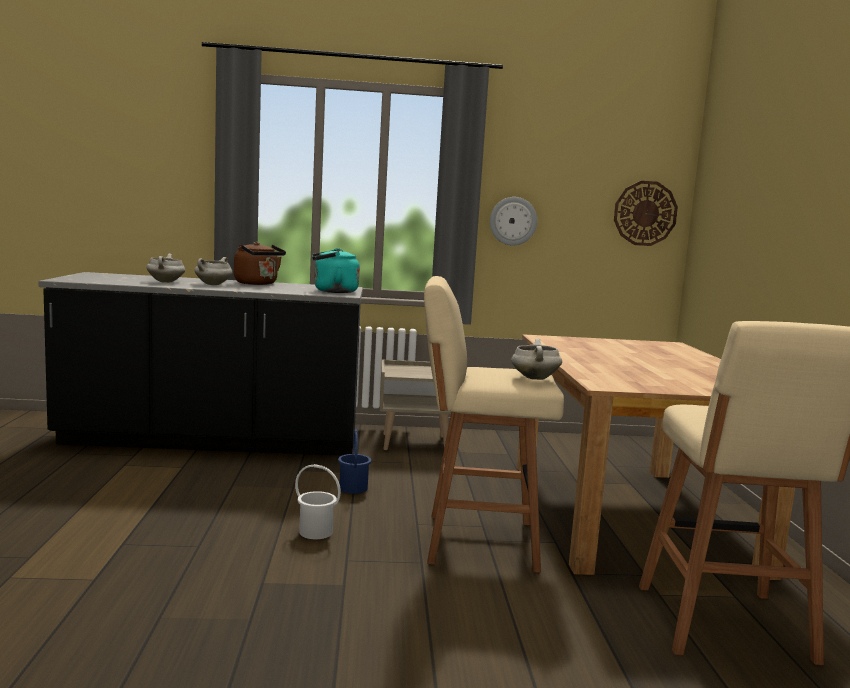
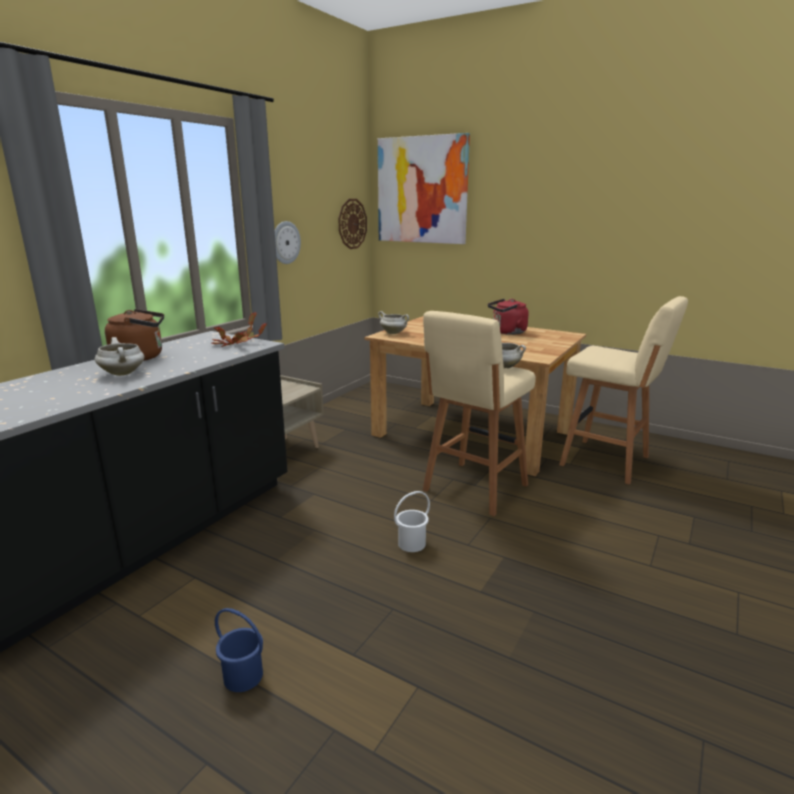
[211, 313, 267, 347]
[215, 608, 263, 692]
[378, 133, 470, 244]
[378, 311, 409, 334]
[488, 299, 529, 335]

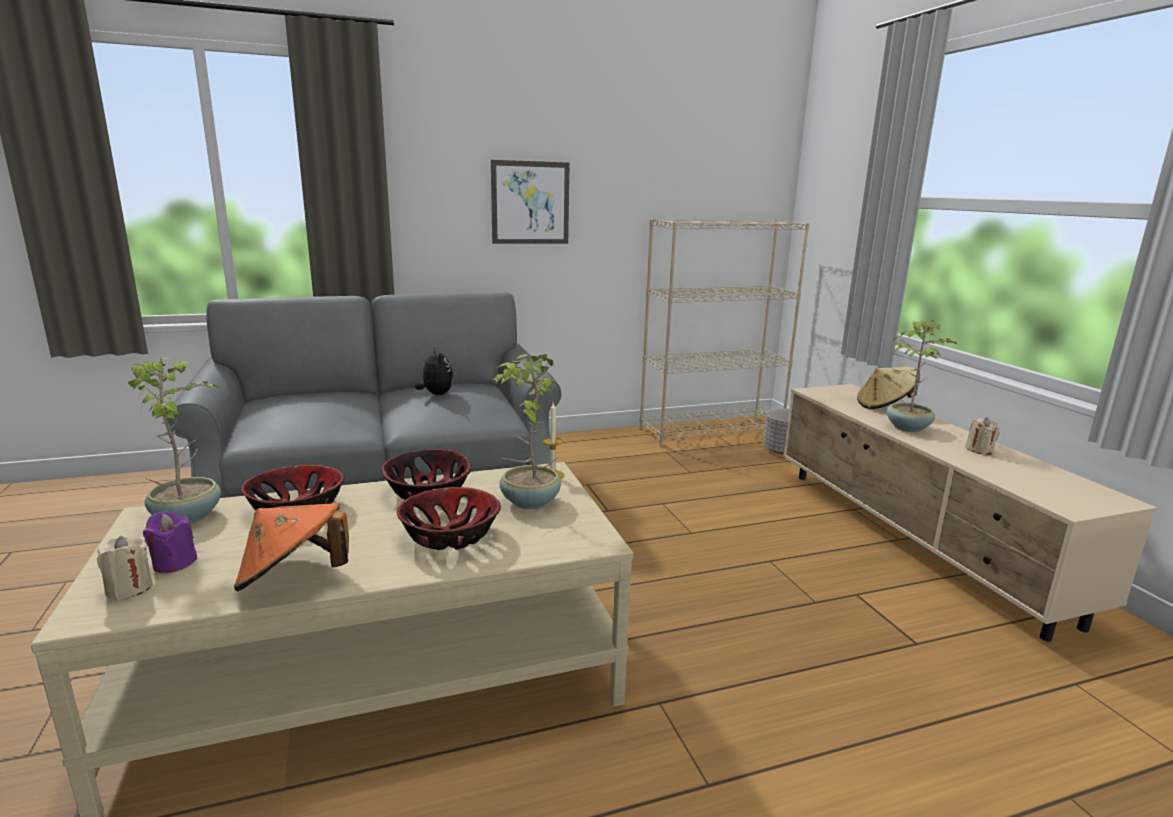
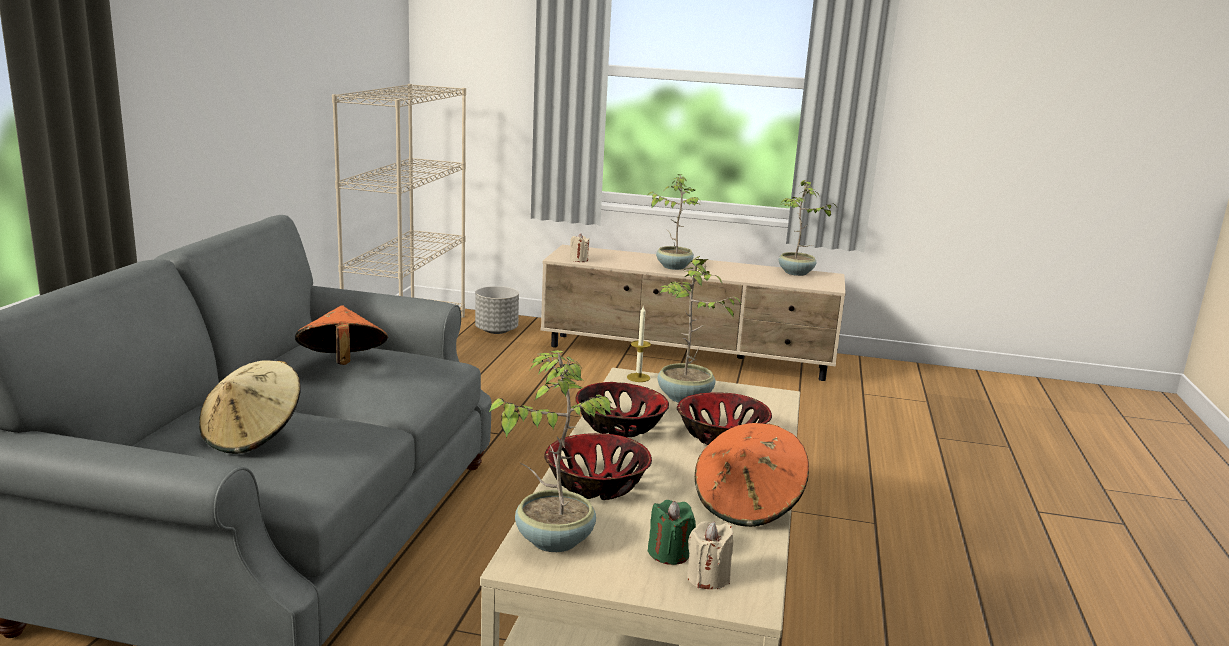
[199, 360, 301, 454]
[295, 306, 388, 365]
[570, 234, 589, 262]
[648, 500, 696, 565]
[779, 180, 837, 276]
[491, 160, 570, 244] (first image)

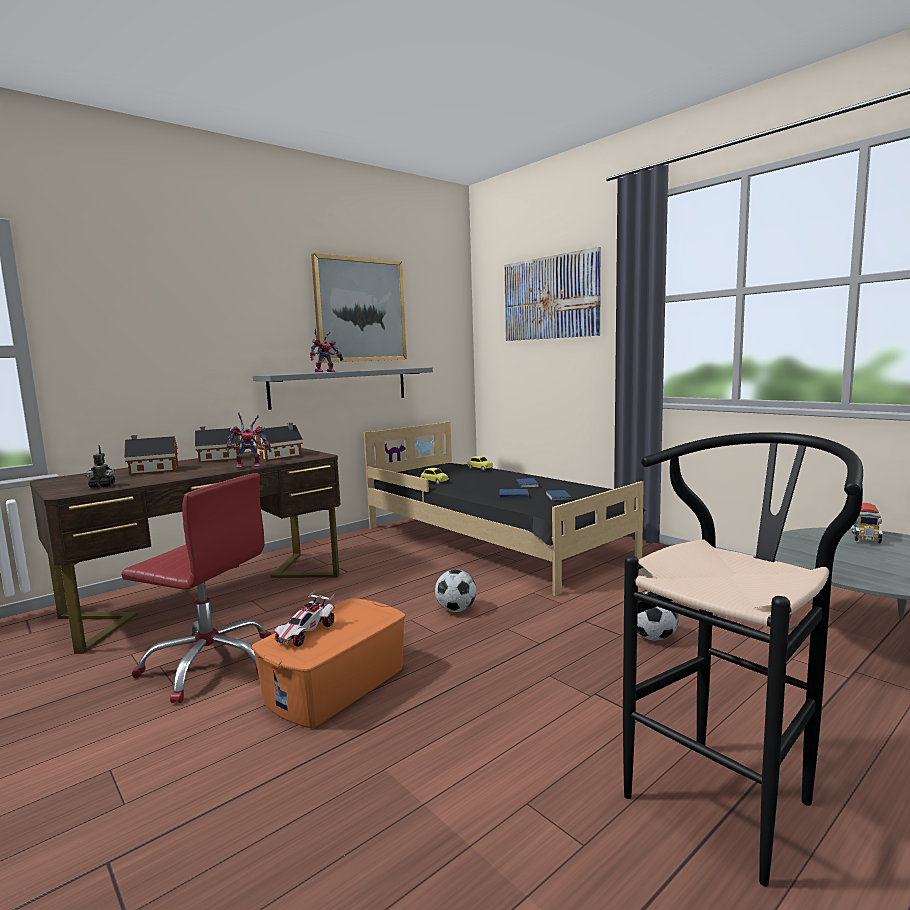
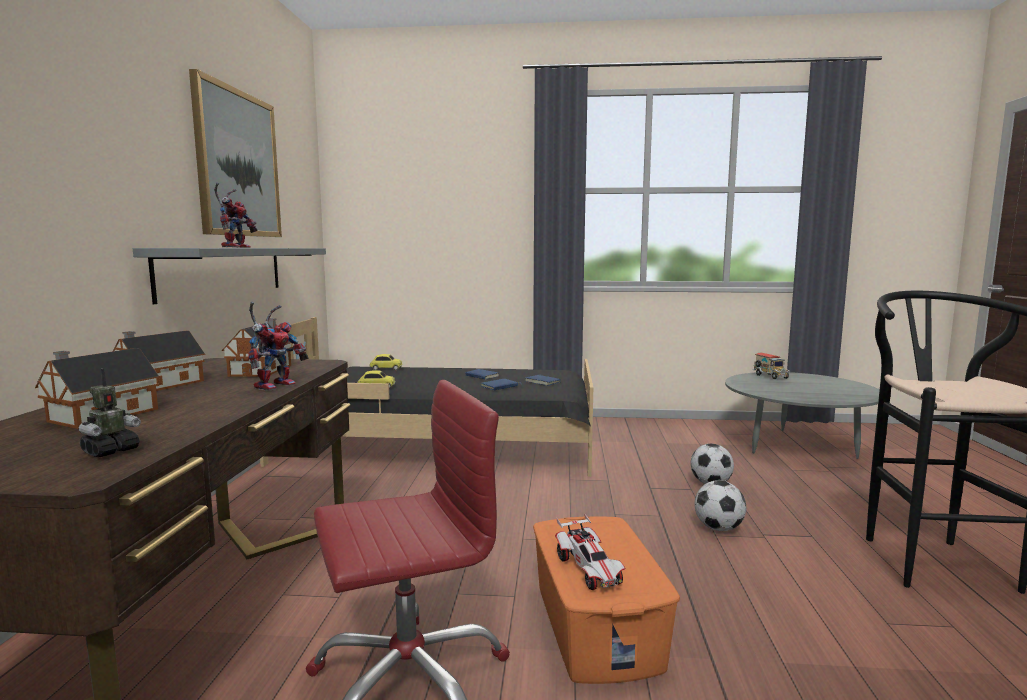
[694, 480, 746, 531]
[504, 247, 601, 341] (first image)

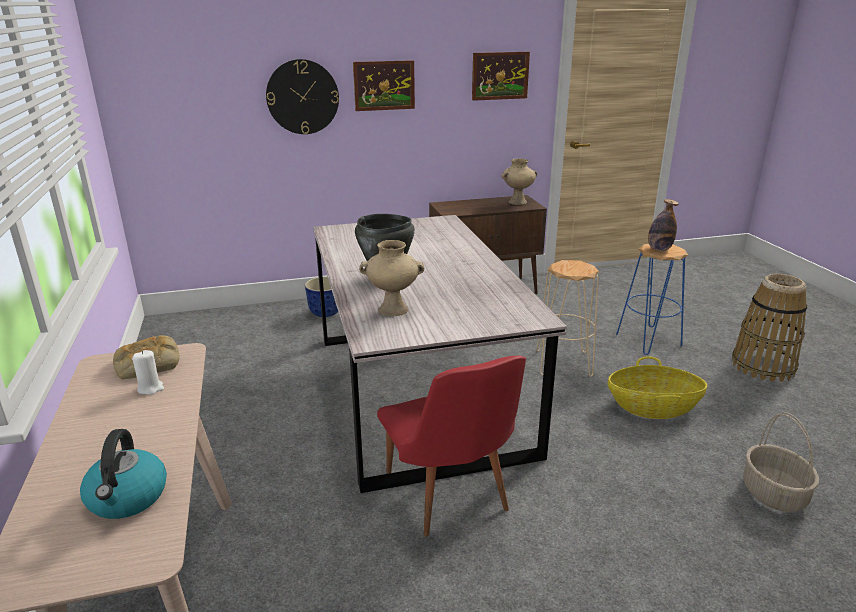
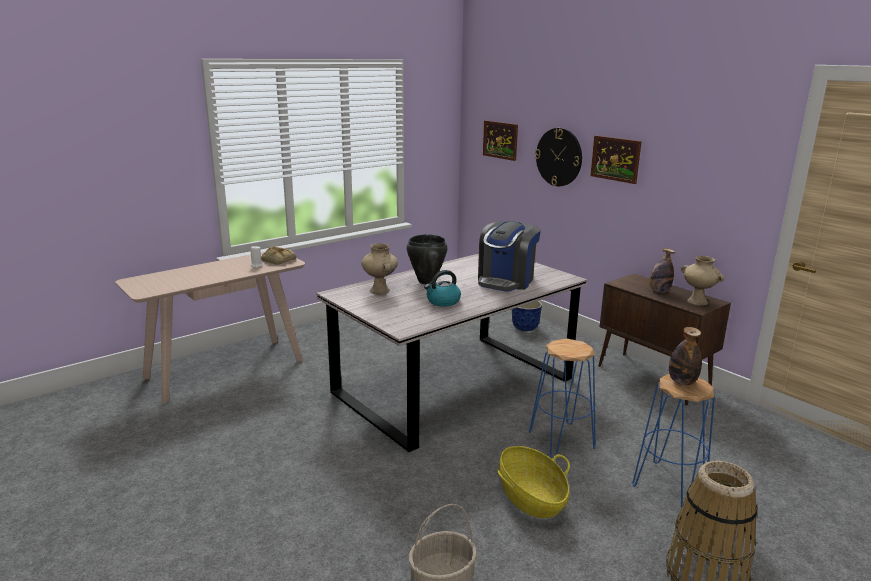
[424, 270, 461, 307]
[478, 221, 541, 292]
[483, 120, 518, 161]
[529, 339, 596, 458]
[649, 248, 675, 293]
[377, 356, 526, 537] (first image)

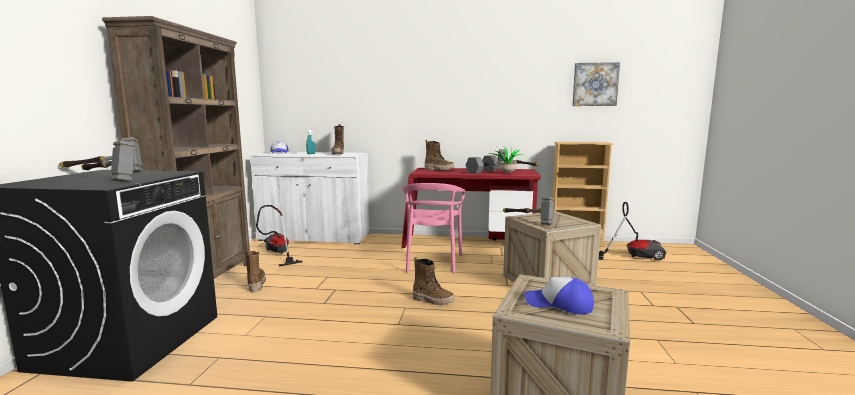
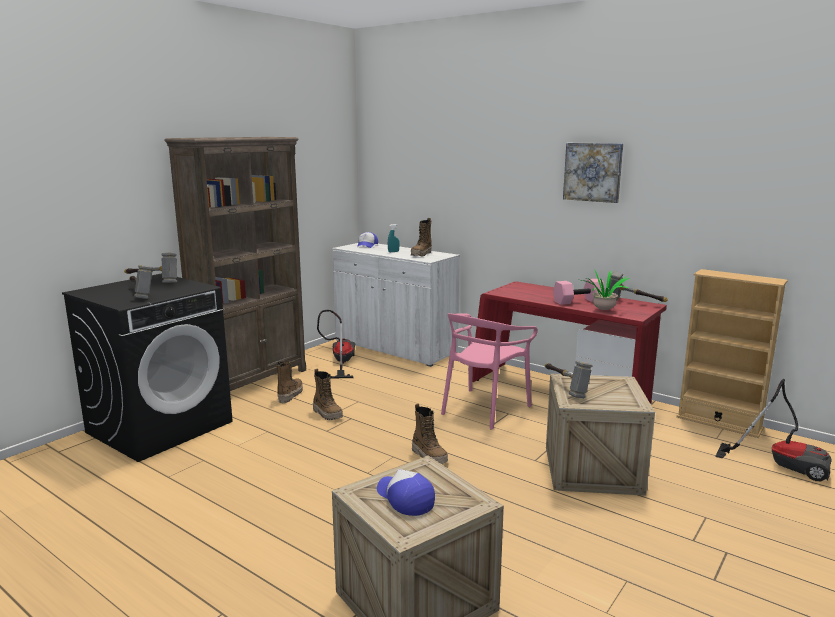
[313, 369, 343, 420]
[553, 279, 605, 305]
[563, 143, 623, 203]

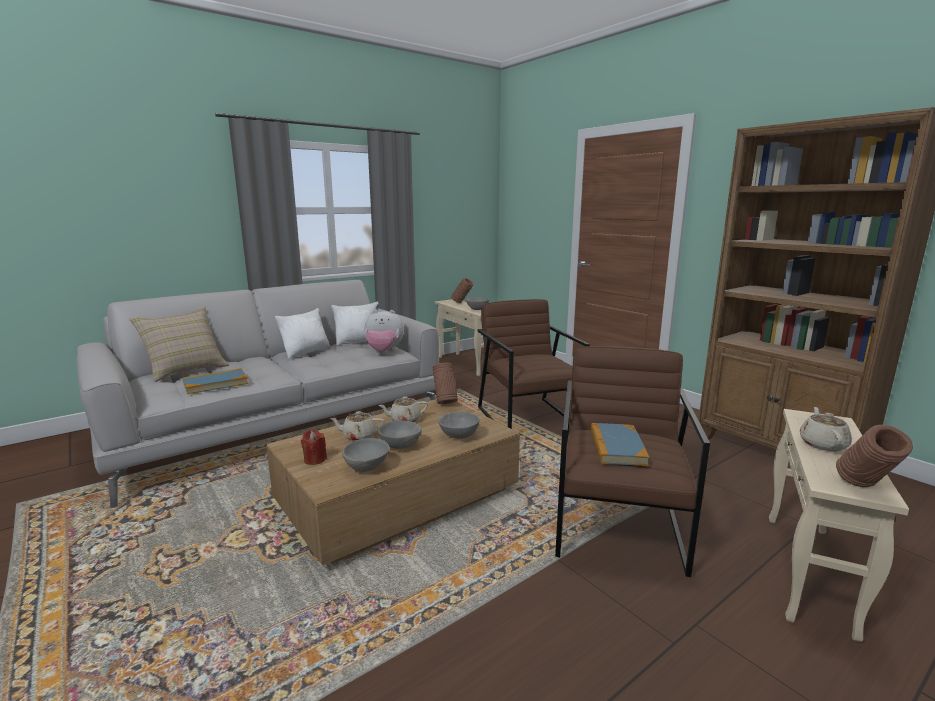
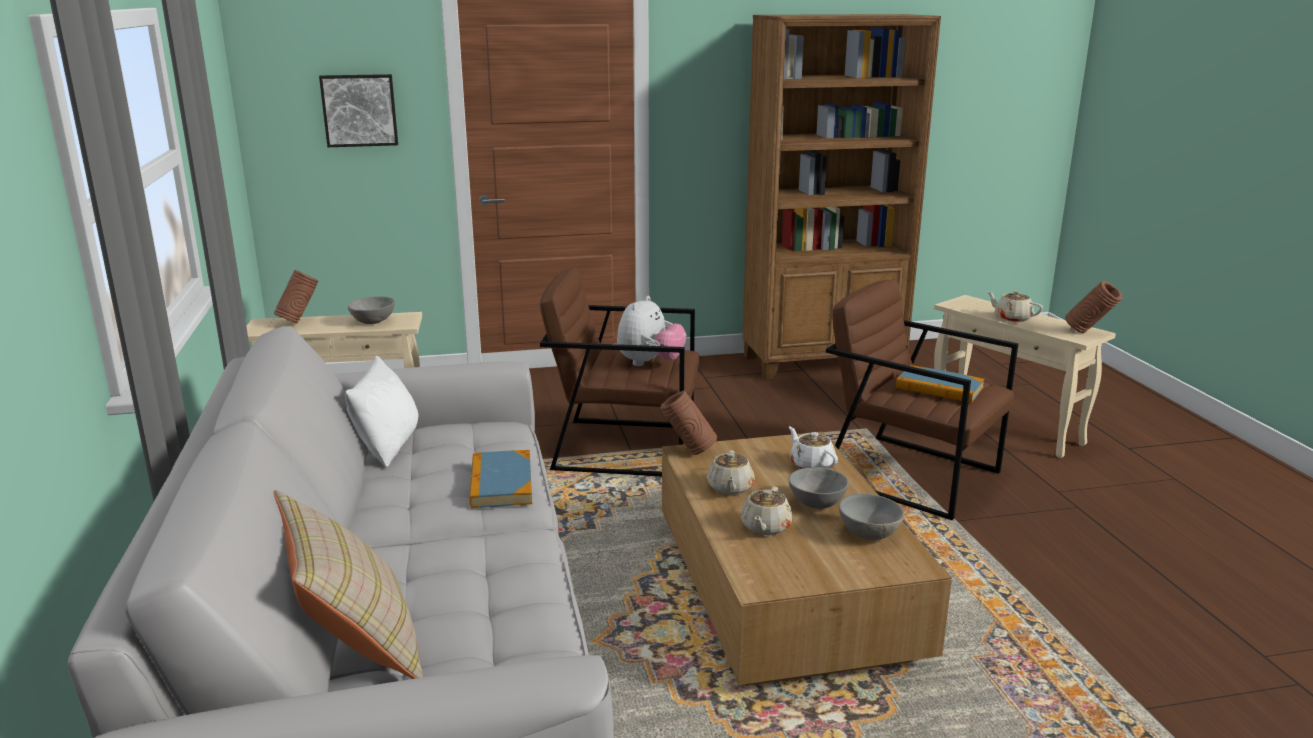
[319, 74, 398, 147]
[469, 450, 532, 508]
[617, 296, 686, 366]
[789, 426, 838, 469]
[275, 308, 331, 359] (first image)
[301, 429, 327, 465] (first image)

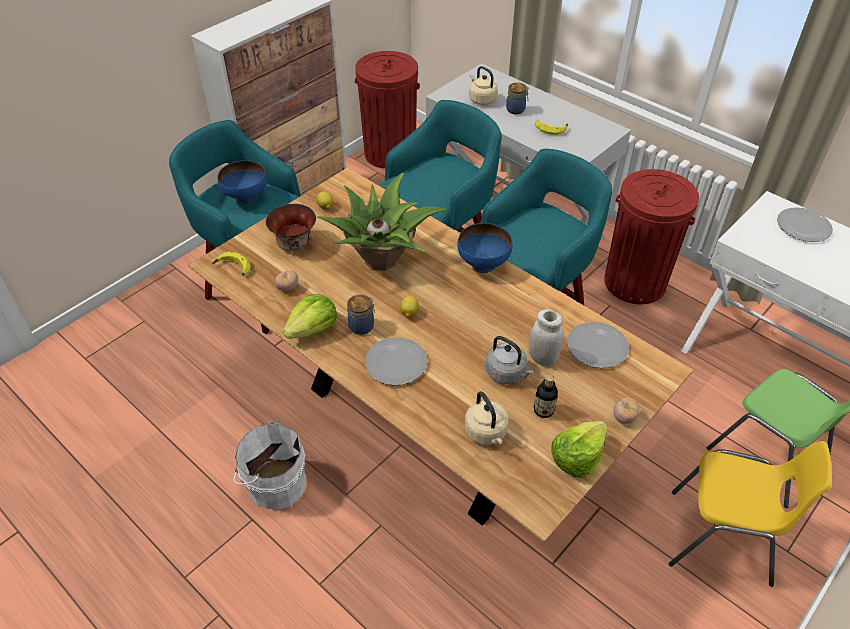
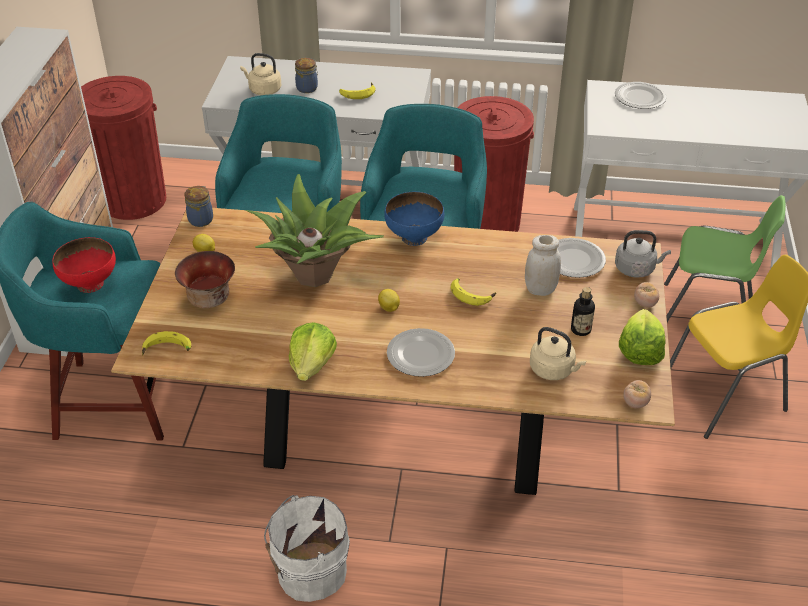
[52, 237, 116, 293]
[185, 186, 213, 227]
[451, 278, 496, 306]
[615, 230, 671, 278]
[623, 380, 651, 409]

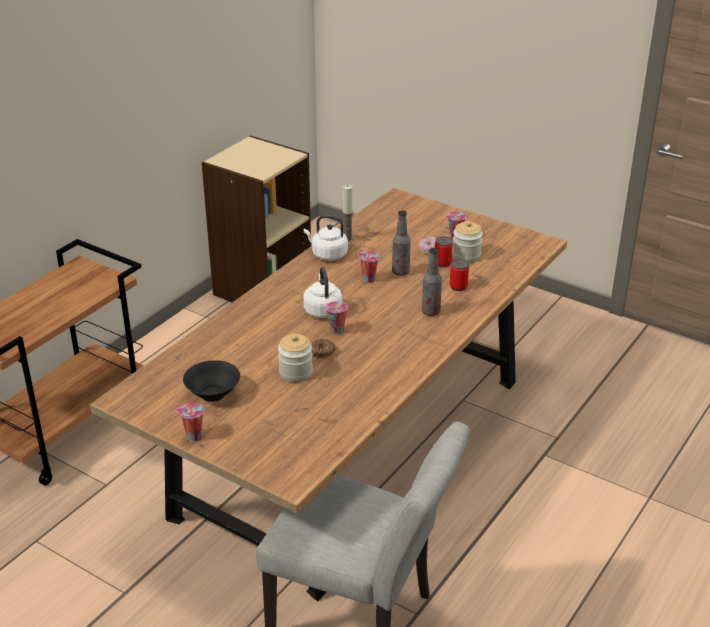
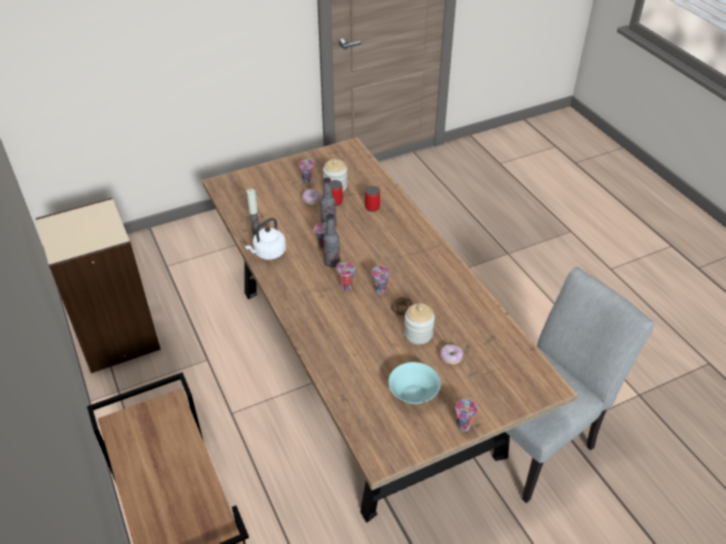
[323, 213, 340, 267]
[337, 263, 355, 291]
[389, 362, 441, 404]
[440, 344, 463, 364]

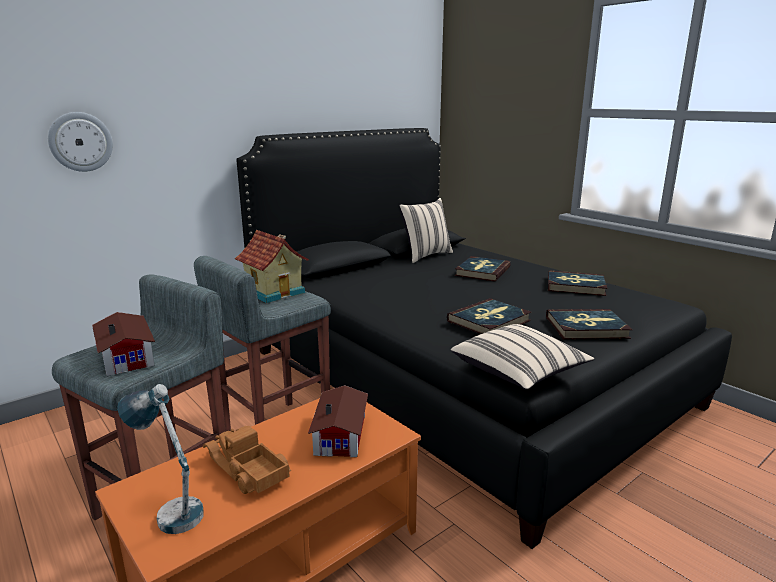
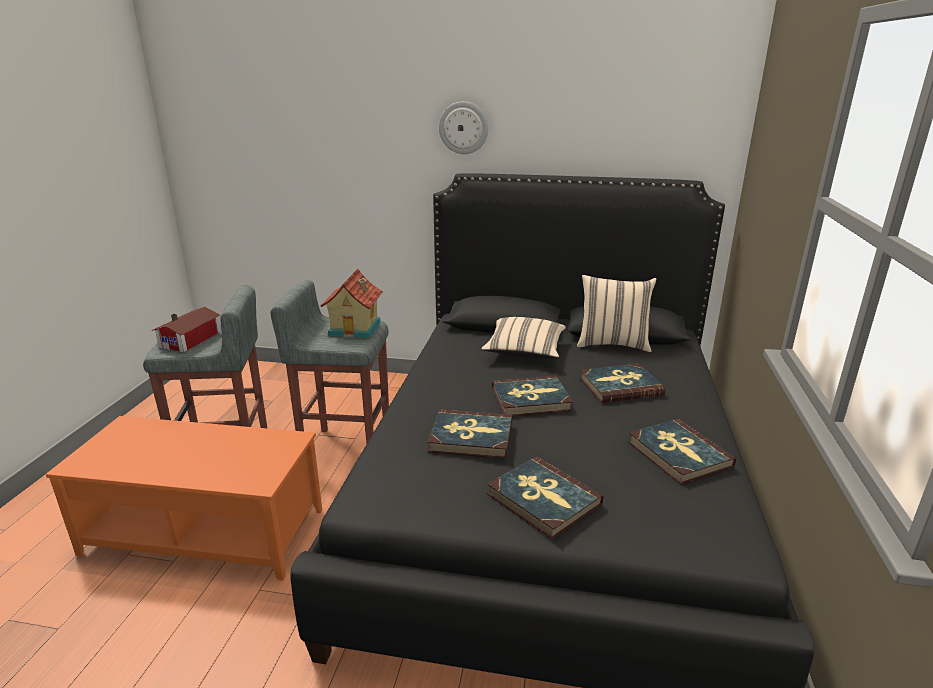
[439, 101, 488, 154]
[481, 317, 566, 358]
[492, 376, 573, 416]
[117, 384, 204, 534] (first image)
[203, 426, 291, 494] (first image)
[308, 385, 368, 457] (first image)

